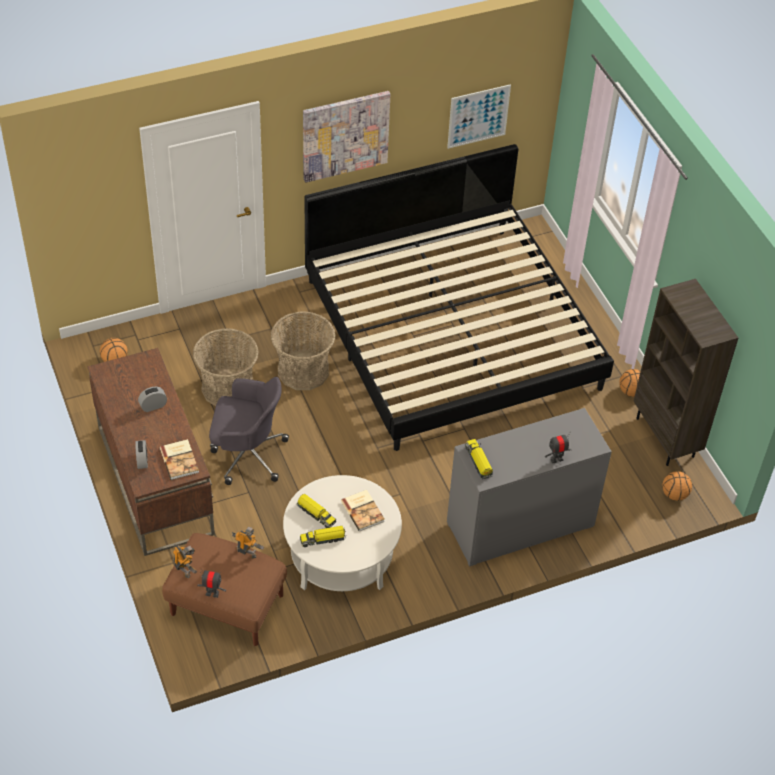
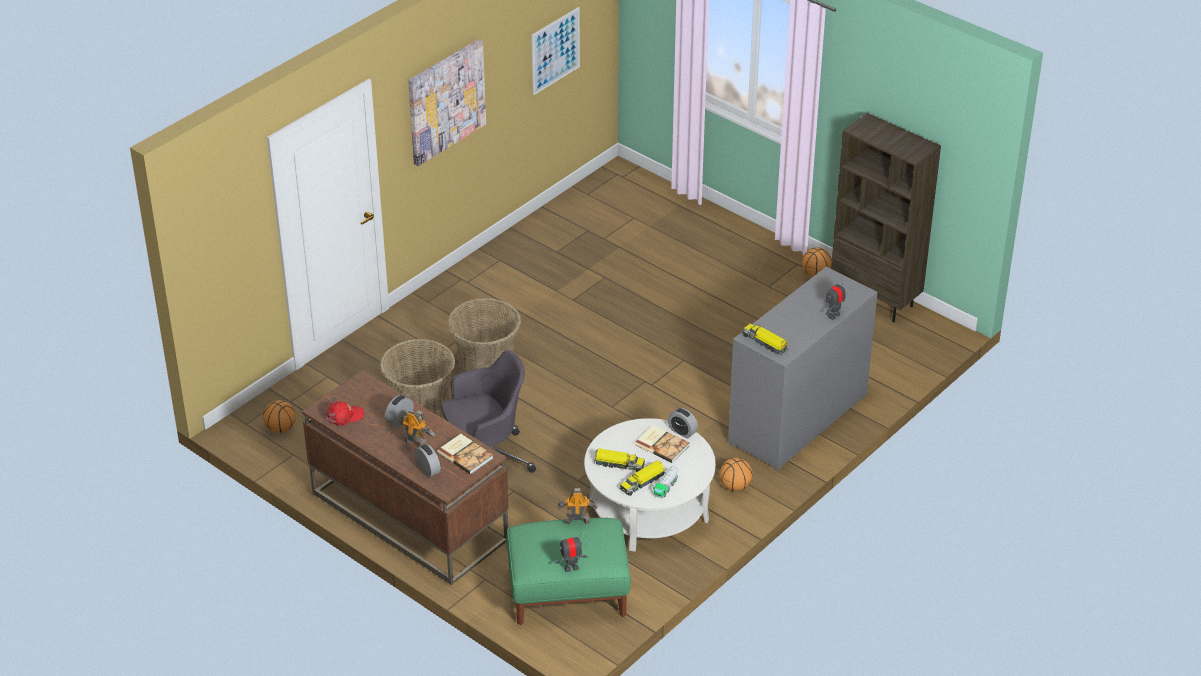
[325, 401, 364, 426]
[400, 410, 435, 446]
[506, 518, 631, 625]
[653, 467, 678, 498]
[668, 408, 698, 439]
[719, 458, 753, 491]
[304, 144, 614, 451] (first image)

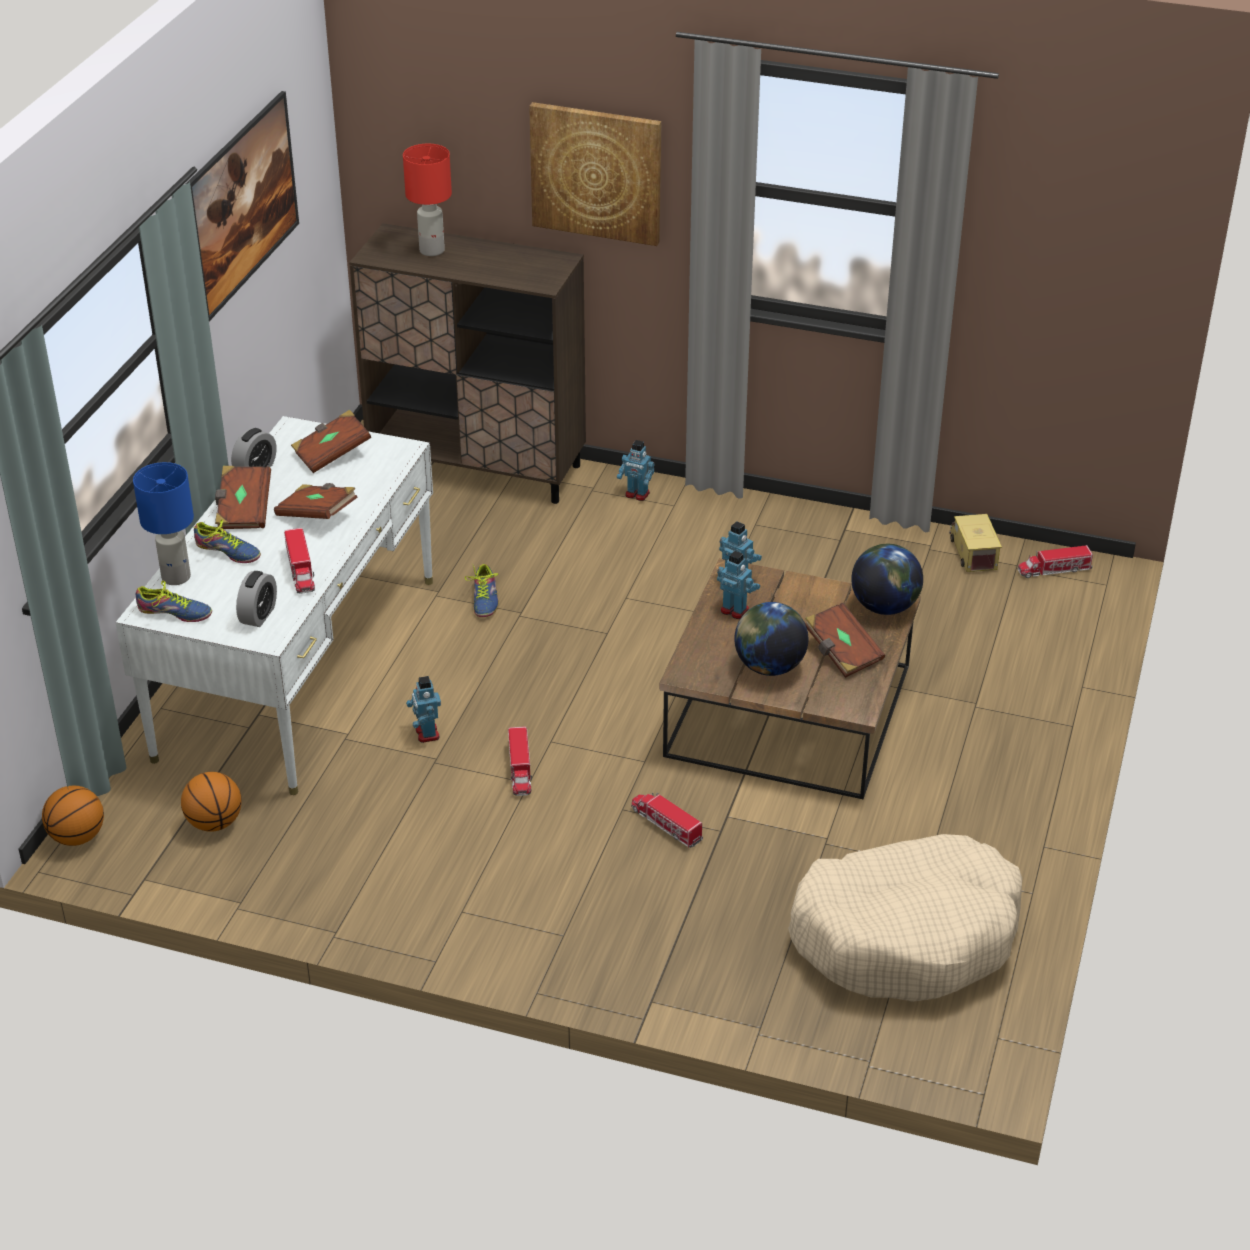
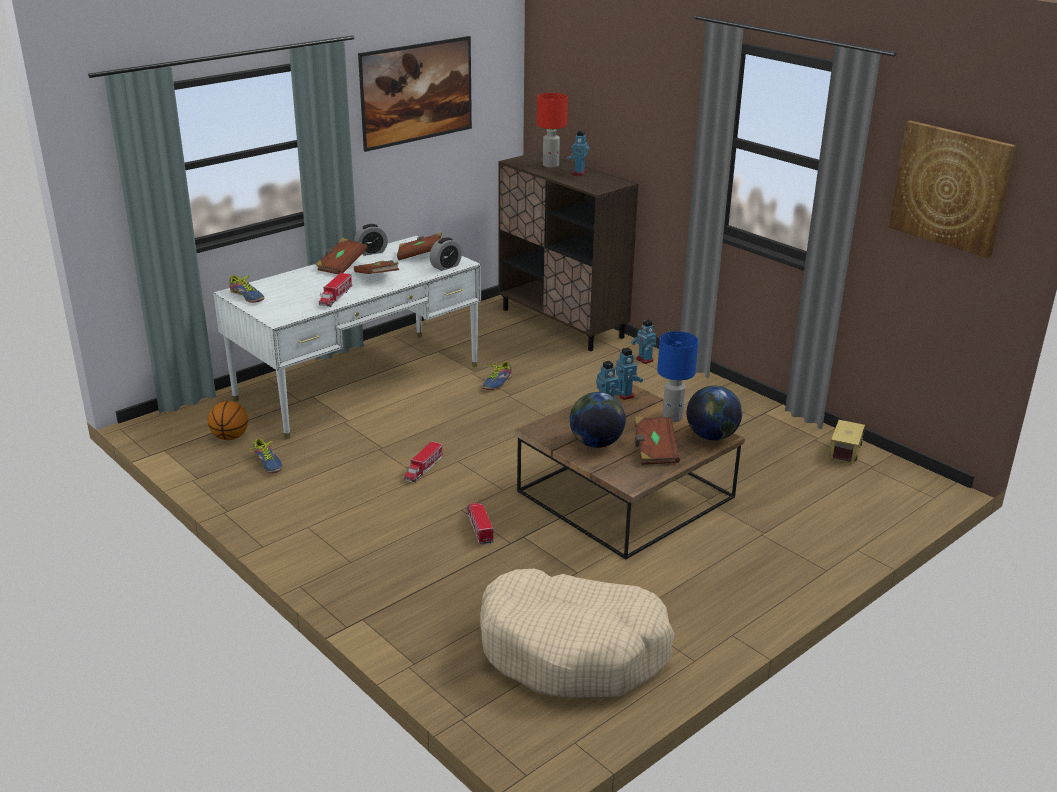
[249, 438, 282, 473]
[430, 237, 462, 271]
[567, 130, 589, 176]
[657, 331, 698, 422]
[888, 120, 1016, 258]
[42, 785, 104, 846] (first image)
[1018, 545, 1093, 578] (first image)

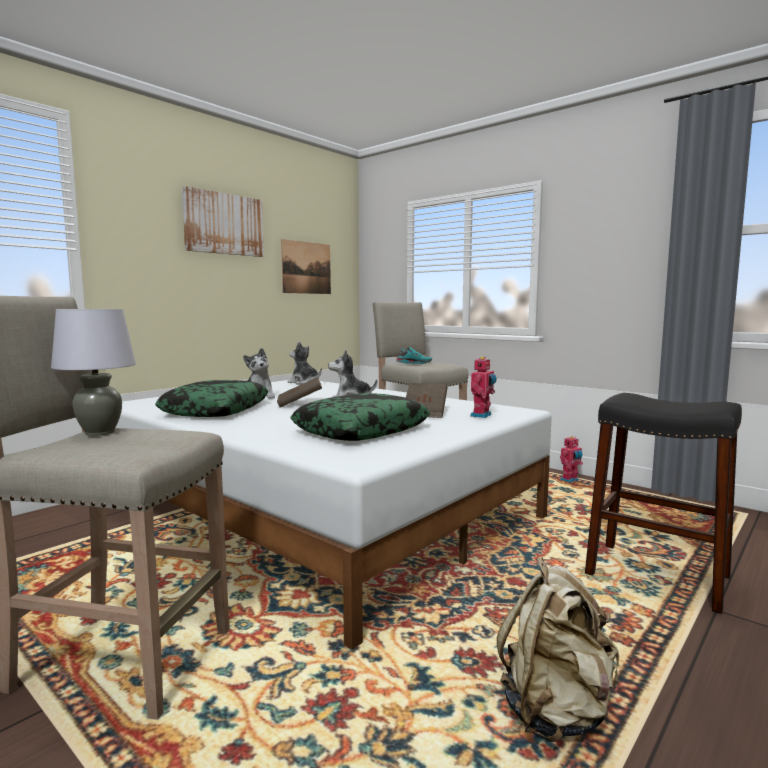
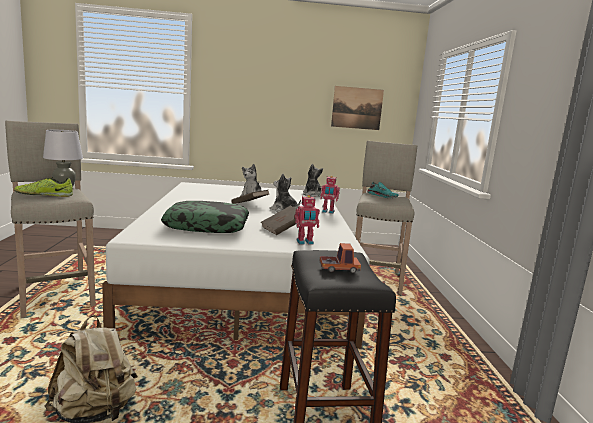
[14, 177, 73, 197]
[320, 176, 340, 214]
[320, 243, 361, 273]
[155, 380, 269, 417] (first image)
[182, 186, 264, 257] (first image)

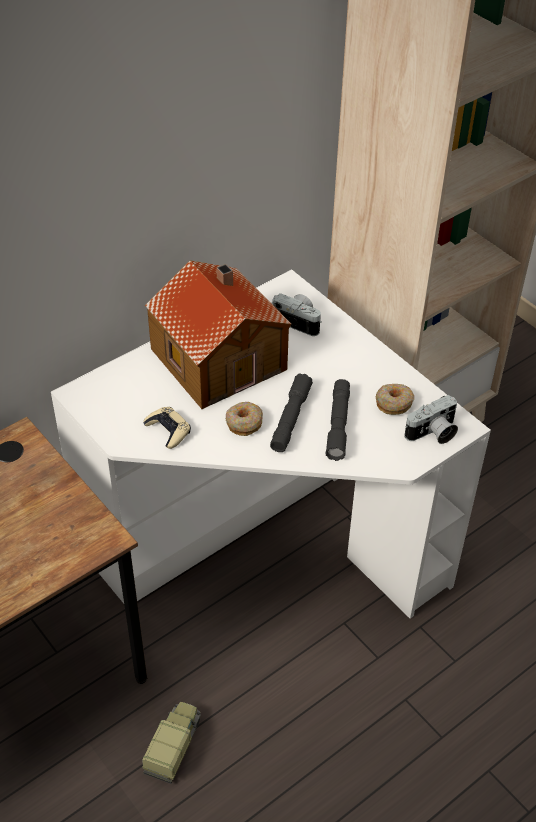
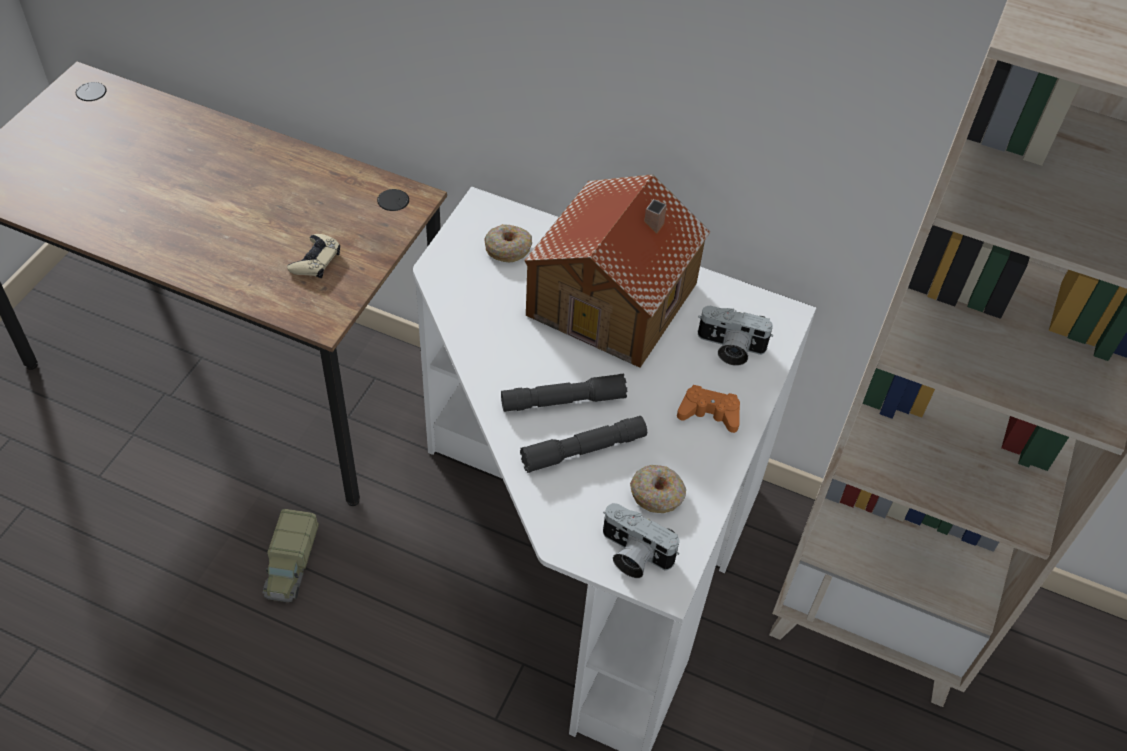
[263, 509, 319, 602]
[287, 234, 340, 278]
[484, 224, 532, 262]
[677, 385, 740, 433]
[698, 306, 773, 366]

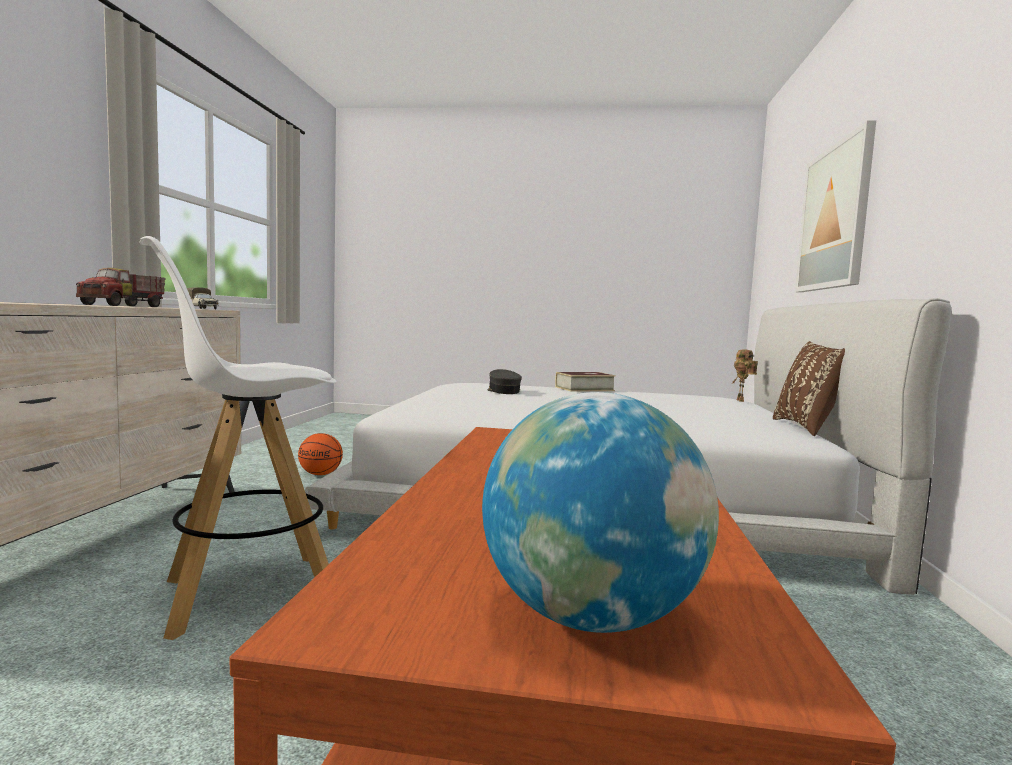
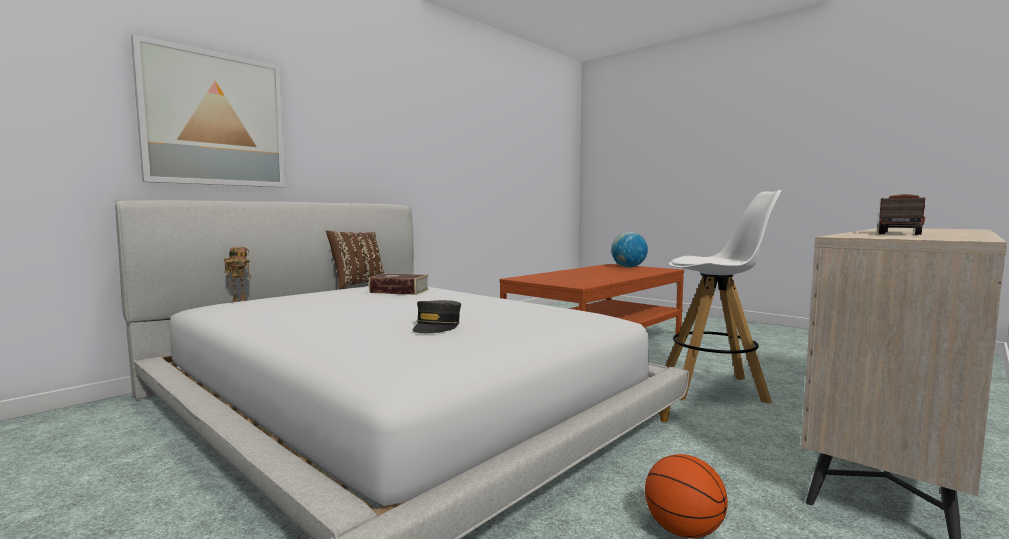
[369, 273, 429, 295]
[187, 288, 219, 309] (first image)

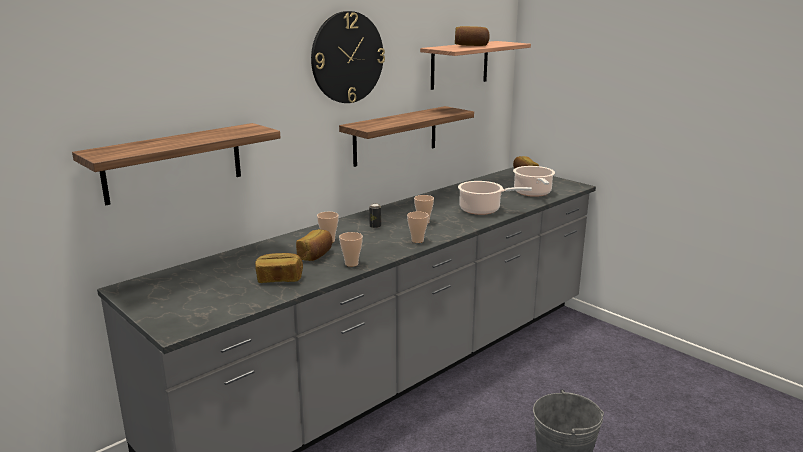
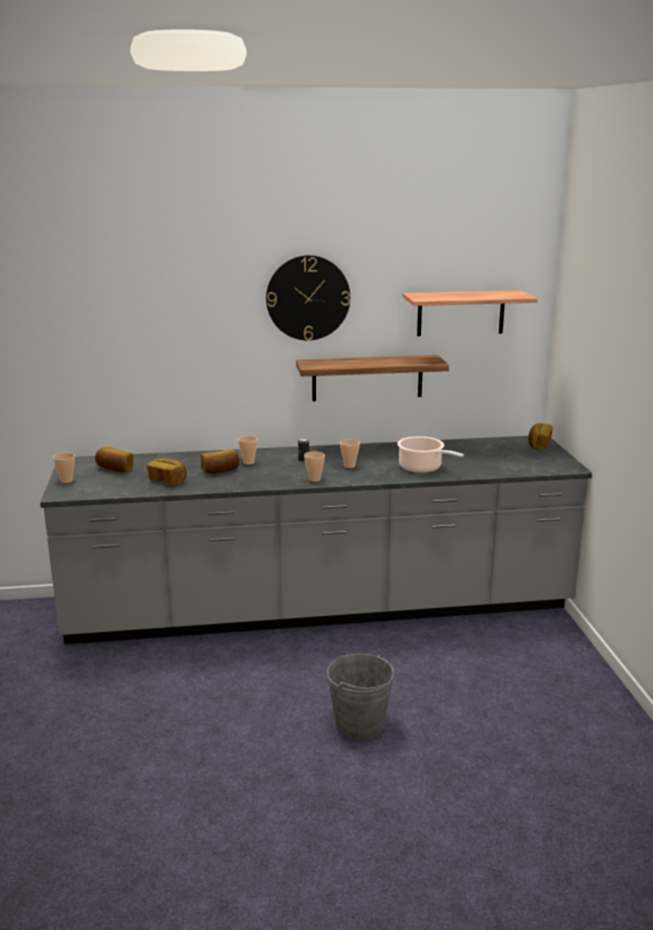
[53, 453, 75, 483]
[95, 446, 133, 472]
[72, 123, 280, 205] (first image)
[513, 166, 555, 197] (first image)

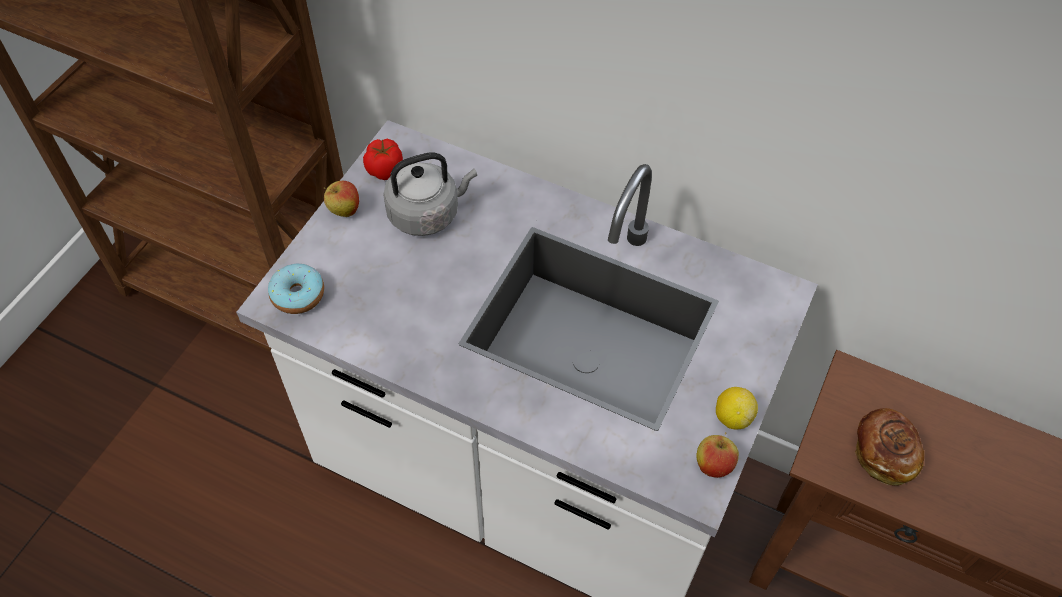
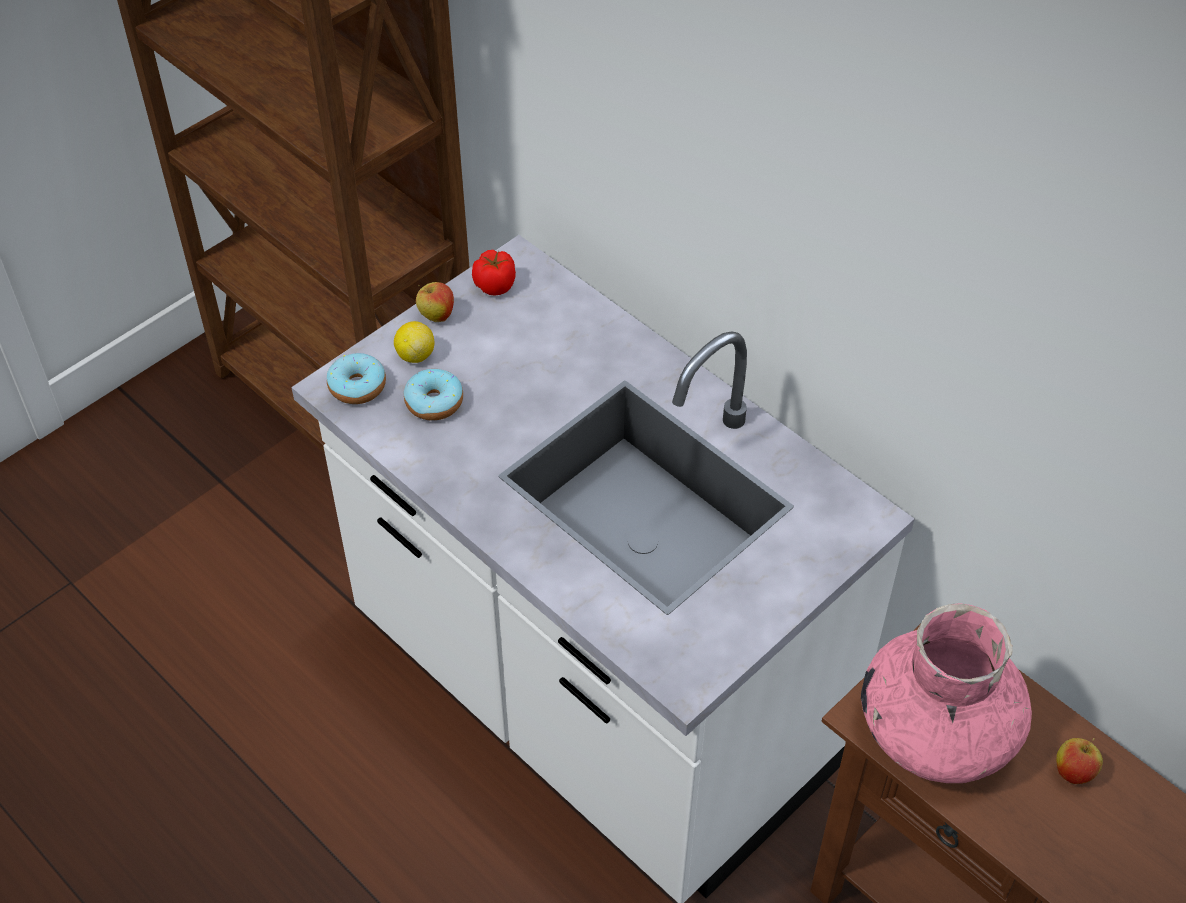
[394, 321, 435, 363]
[404, 369, 463, 421]
[861, 603, 1032, 783]
[1056, 738, 1103, 784]
[383, 152, 477, 236] (first image)

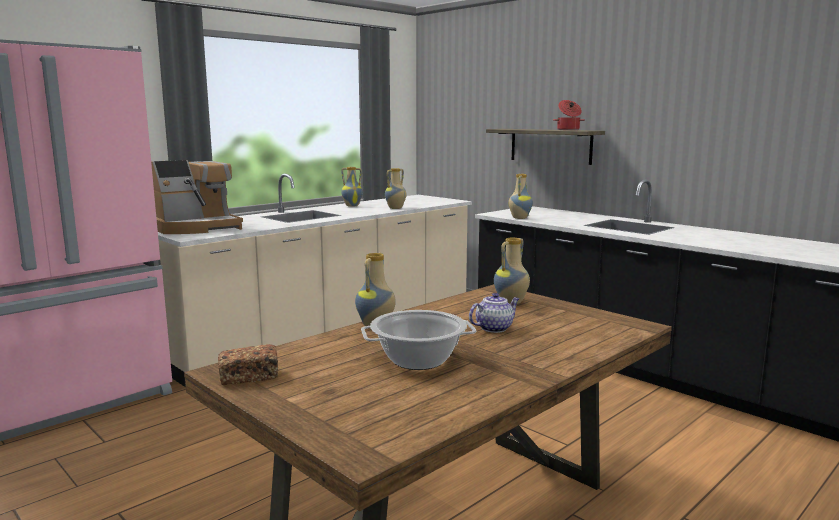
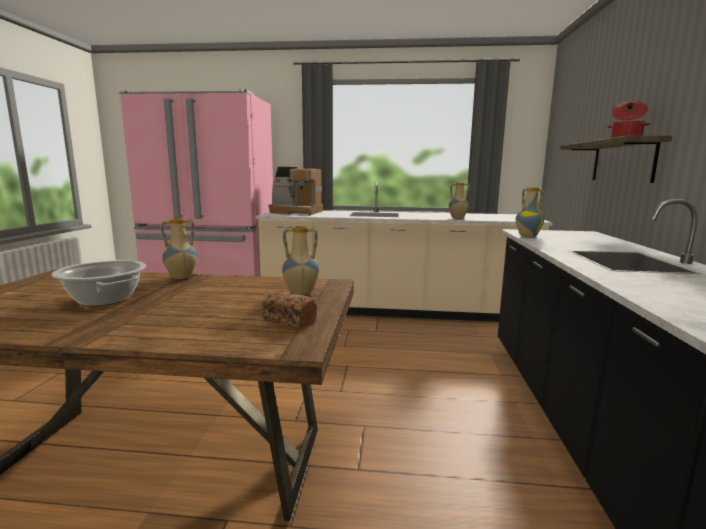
[262, 292, 317, 328]
[341, 167, 363, 207] (first image)
[469, 293, 520, 333] (first image)

